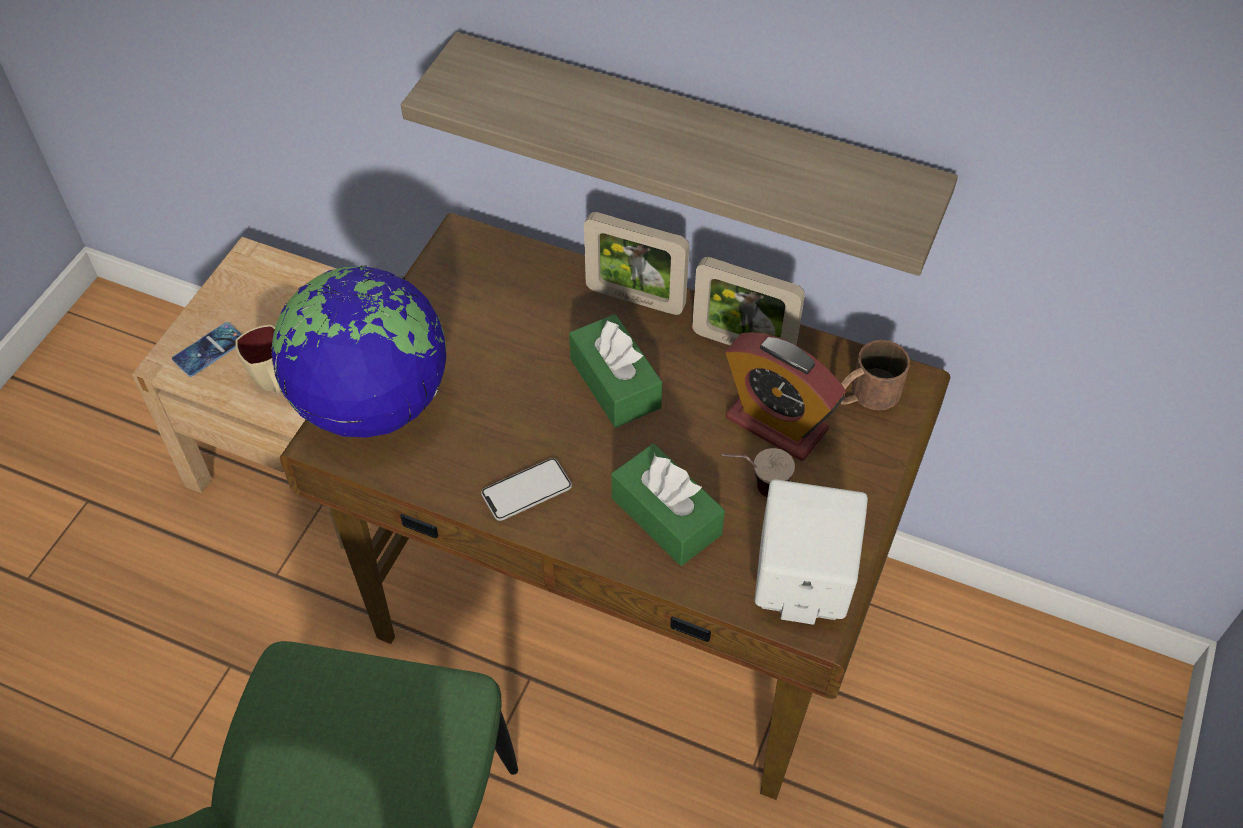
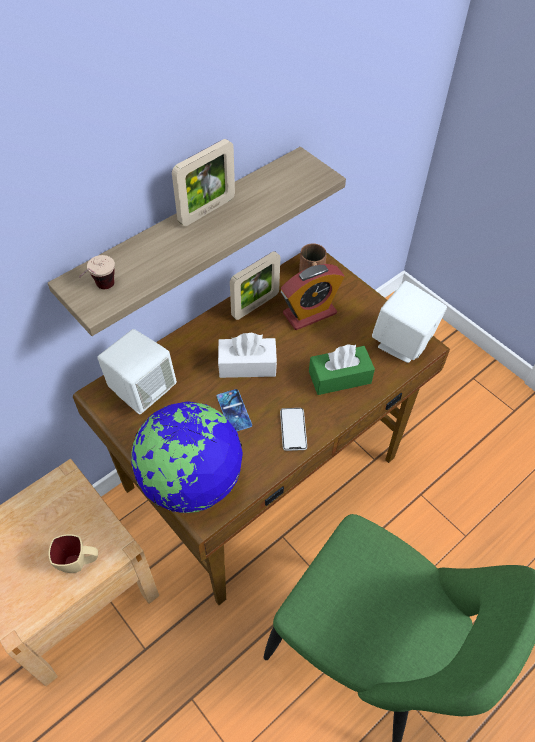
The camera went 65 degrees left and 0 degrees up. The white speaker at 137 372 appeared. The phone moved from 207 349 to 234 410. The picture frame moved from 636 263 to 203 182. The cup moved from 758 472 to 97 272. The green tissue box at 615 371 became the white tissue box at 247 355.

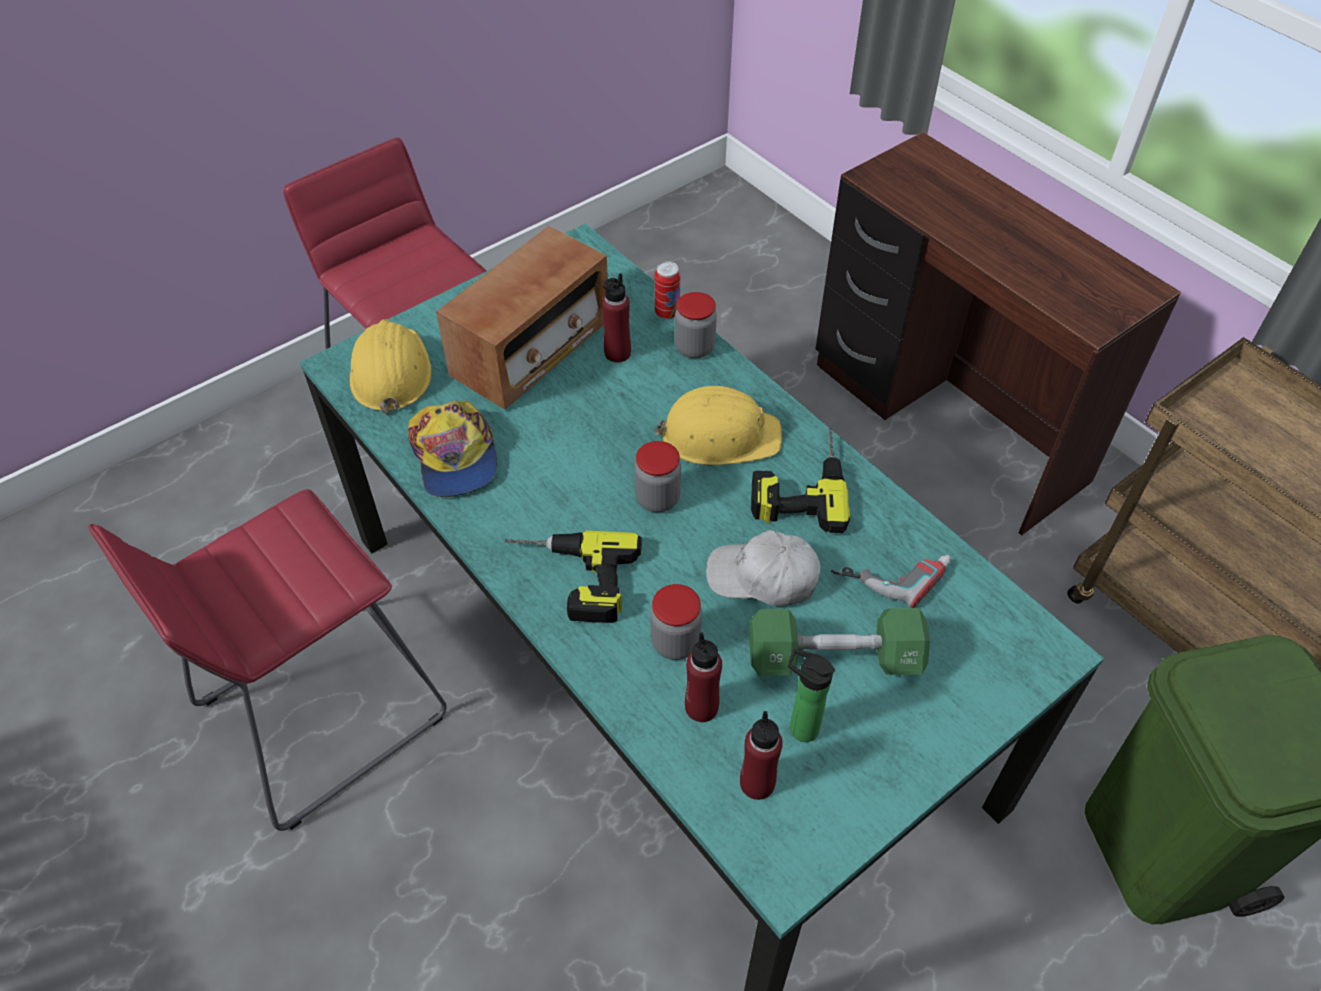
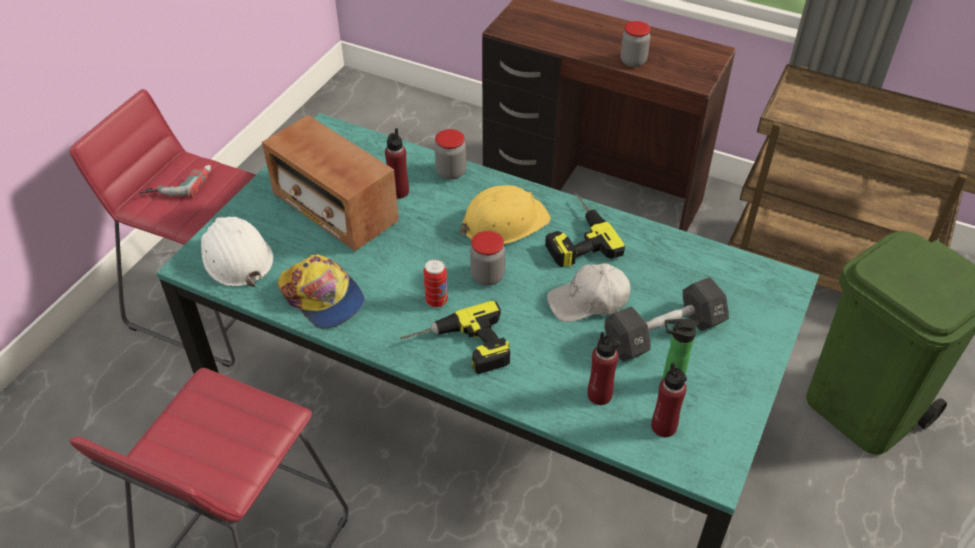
The camera went 25 degrees left and 5 degrees down. The jar moved from 676 622 to 635 44. The can moved from 667 290 to 436 283. The power drill moved from 891 581 to 175 181. The yellow hard hat at 390 367 became the white hard hat at 237 252. The green dumbbell at 840 642 became the black dumbbell at 667 319. The radio at 522 318 turned 120 degrees clockwise.

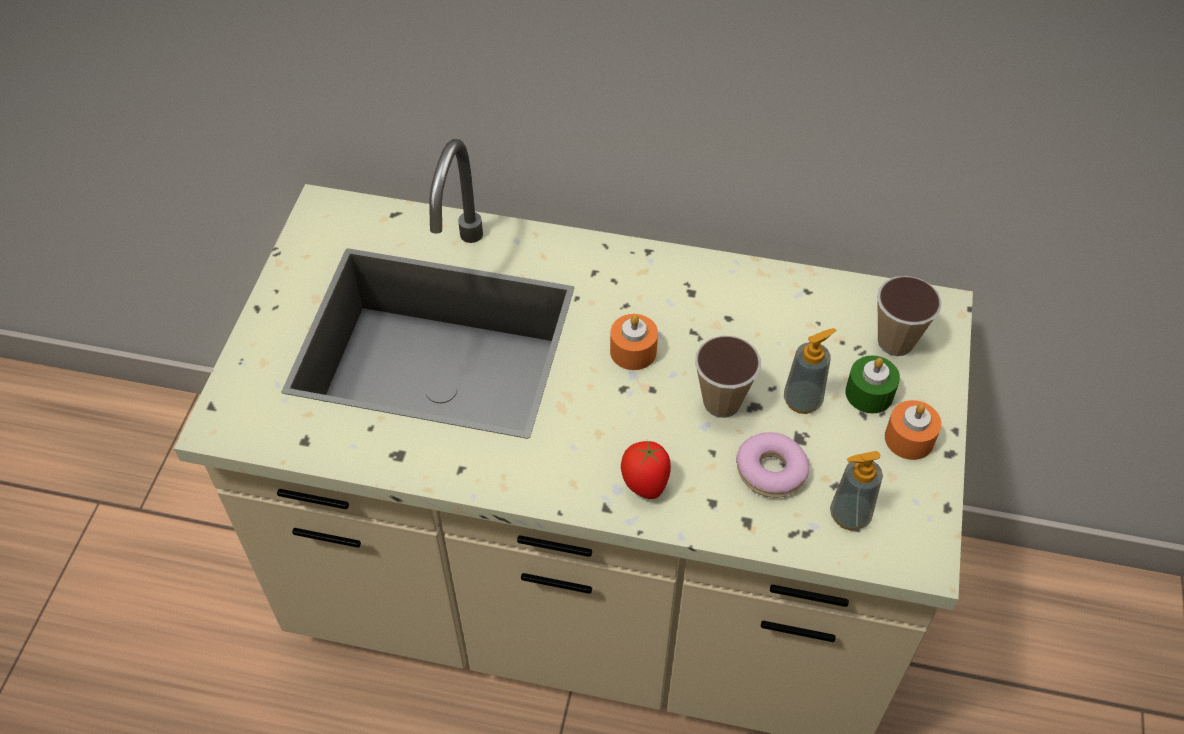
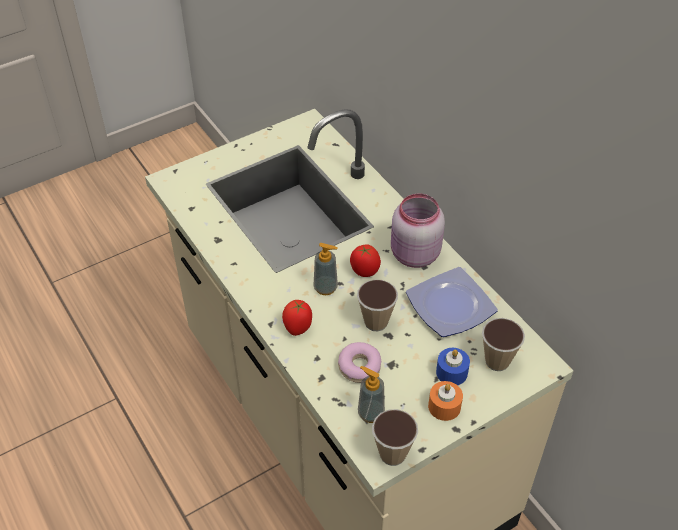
The camera went 45 degrees right and 5 degrees down. The cup at 395 437 appeared. The pink jar at 418 231 appeared. The plate at 452 302 appeared. The soap dispenser moved from 810 371 to 326 269. The orange candle at 634 342 was replaced by the tomato at 365 260. The green candle at 872 384 became the blue candle at 453 366.

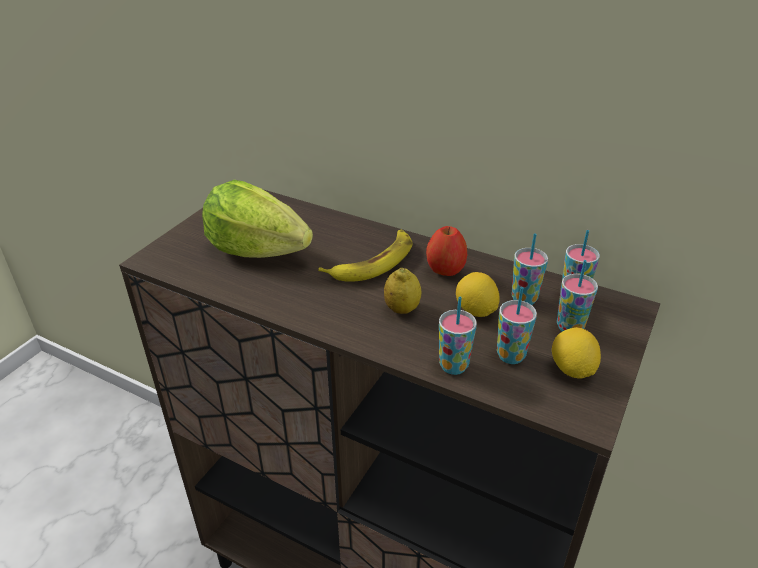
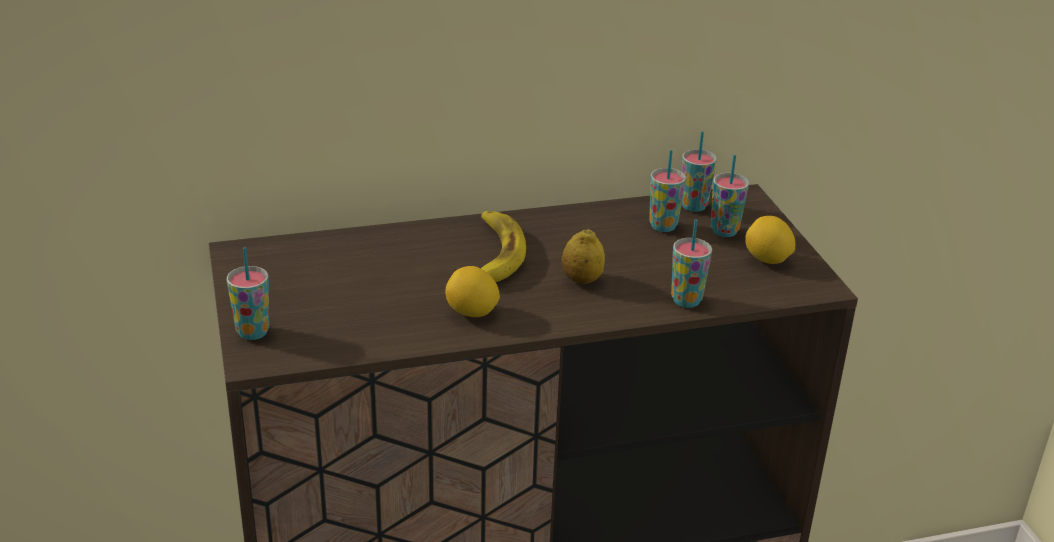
The camera went 45 degrees left and 5 degrees down. The lettuce at 257 219 disappeared. The apple at 446 251 disappeared. The lemon moved from 478 294 to 472 291. The cup moved from 517 325 to 248 293.

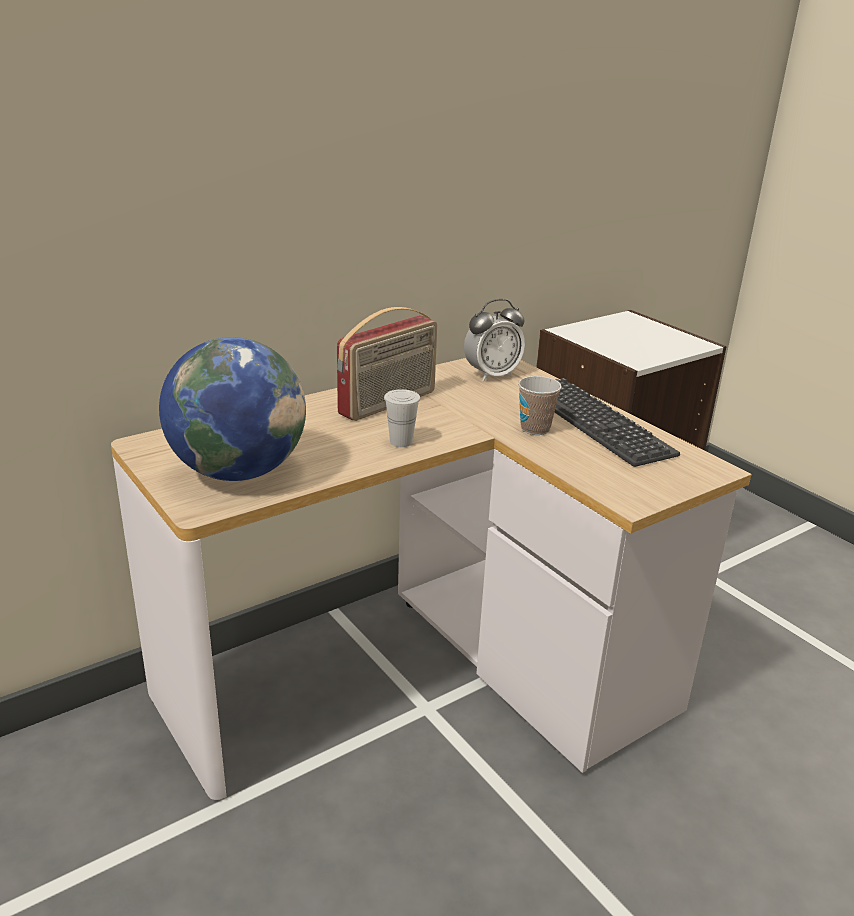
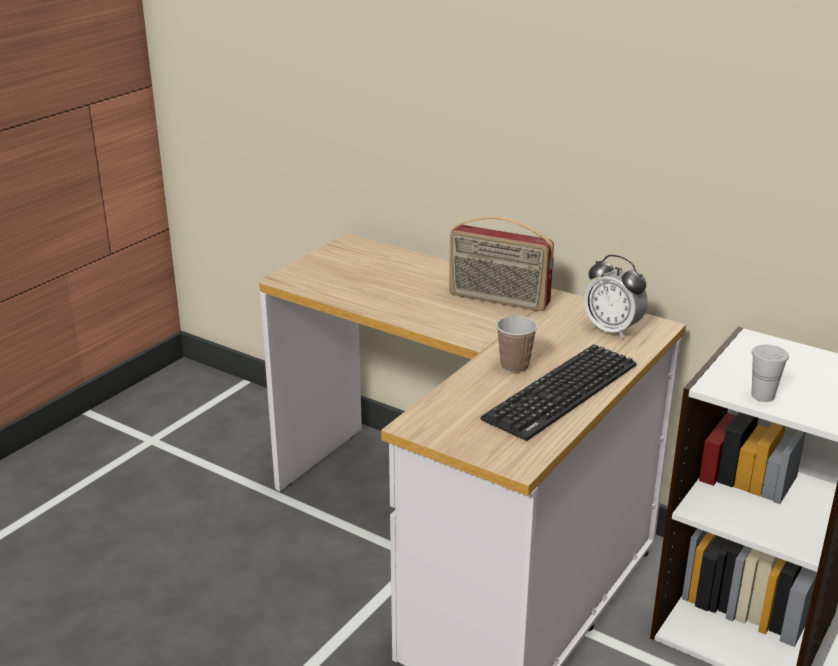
The camera went 70 degrees right and 0 degrees up. The globe at 232 409 disappeared. The white cup moved from 402 418 to 770 373.

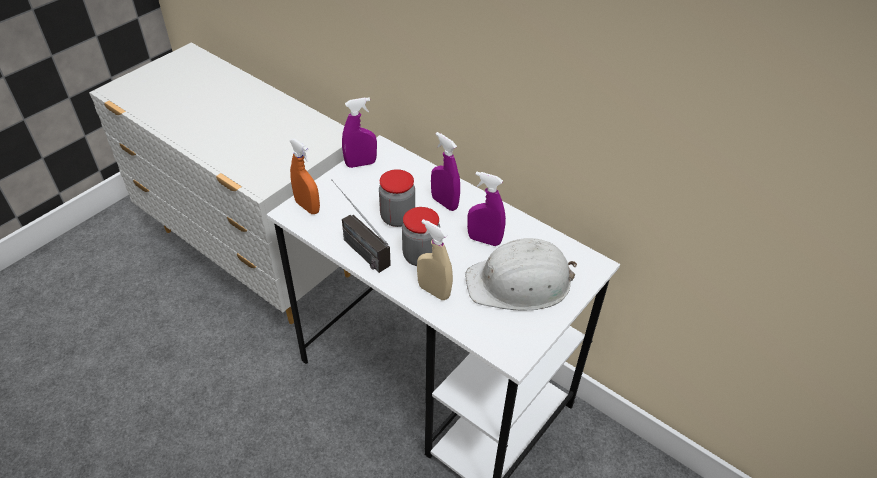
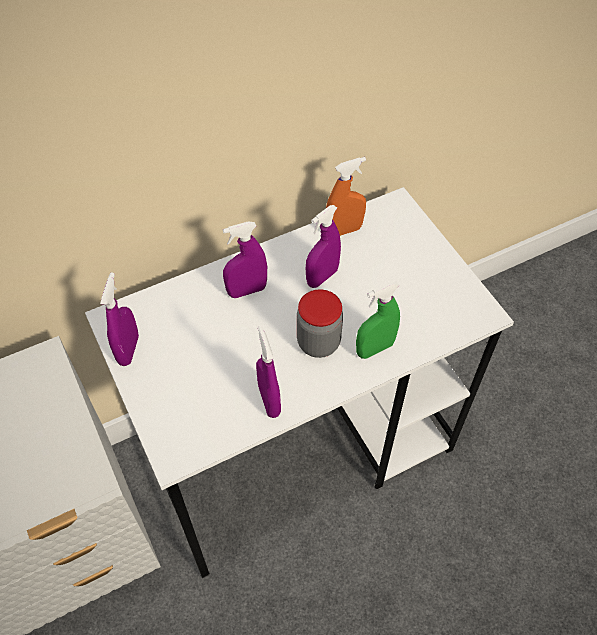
The camera went 65 degrees left and 10 degrees up. The jar at 397 198 disappeared. The white hard hat at 521 274 disappeared. The orange spray bottle moved from 305 176 to 346 196. The radio at 361 226 was replaced by the purple spray bottle at 268 372. The beige spray bottle at 435 259 became the green spray bottle at 378 320.

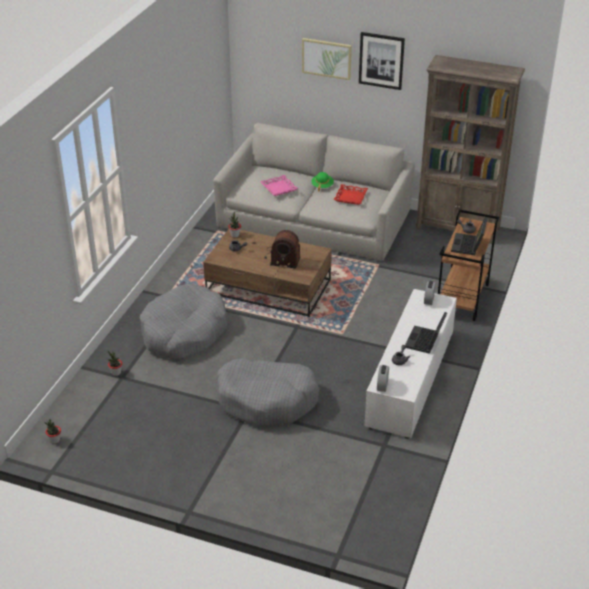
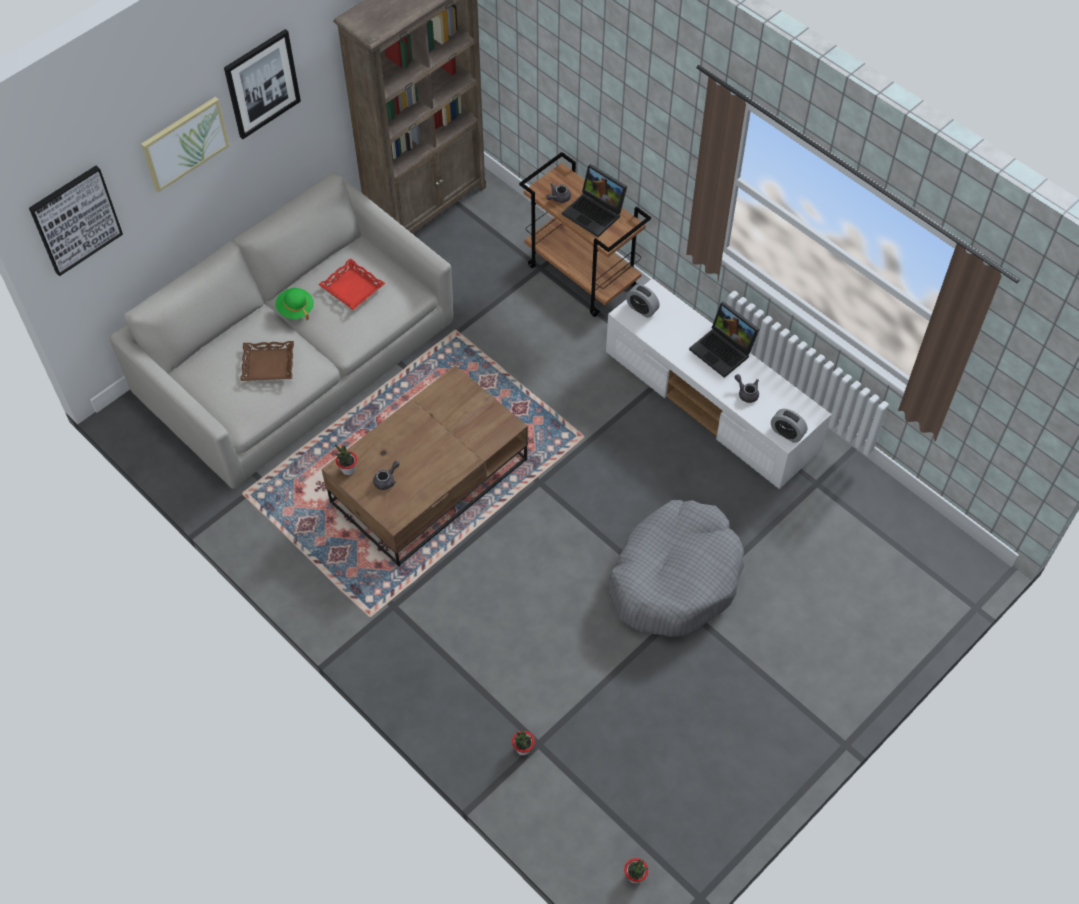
The camera went 65 degrees left and 20 degrees up. The grey dog bed at 184 321 disappeared. The radio at 282 249 disappeared. The picture at 76 221 appeared. The pink tray at 279 185 became the brown tray at 267 361.

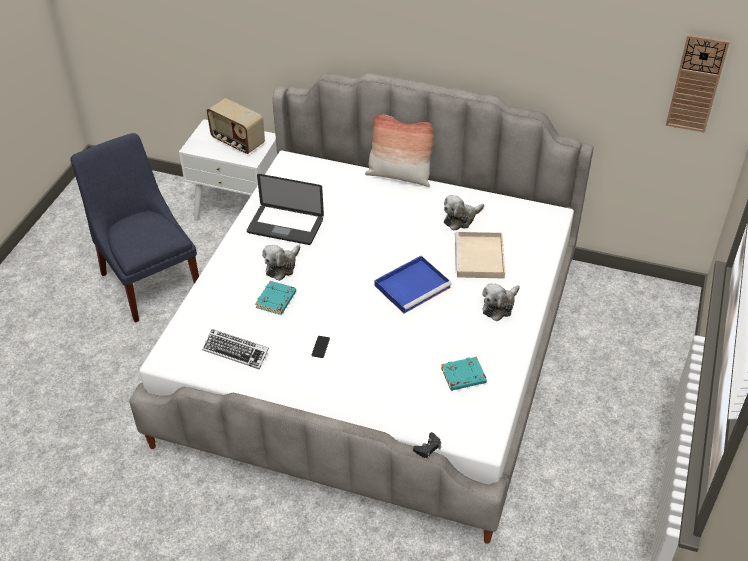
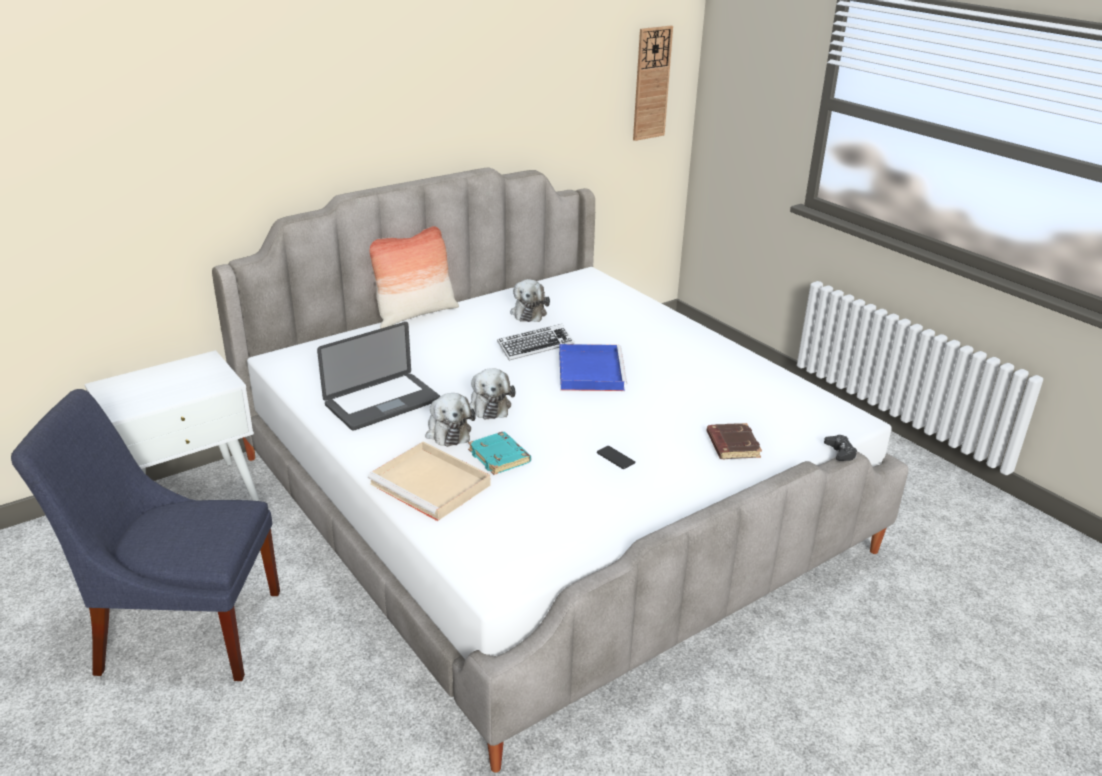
The camera went 55 degrees left and 15 degrees down. The radio at 235 126 disappeared. The turquoise book at 464 373 disappeared. The brown book at 734 441 appeared. The keyboard moved from 235 349 to 535 342. The beige tray moved from 480 255 to 429 481. The plush toy moved from 501 302 to 492 393.

